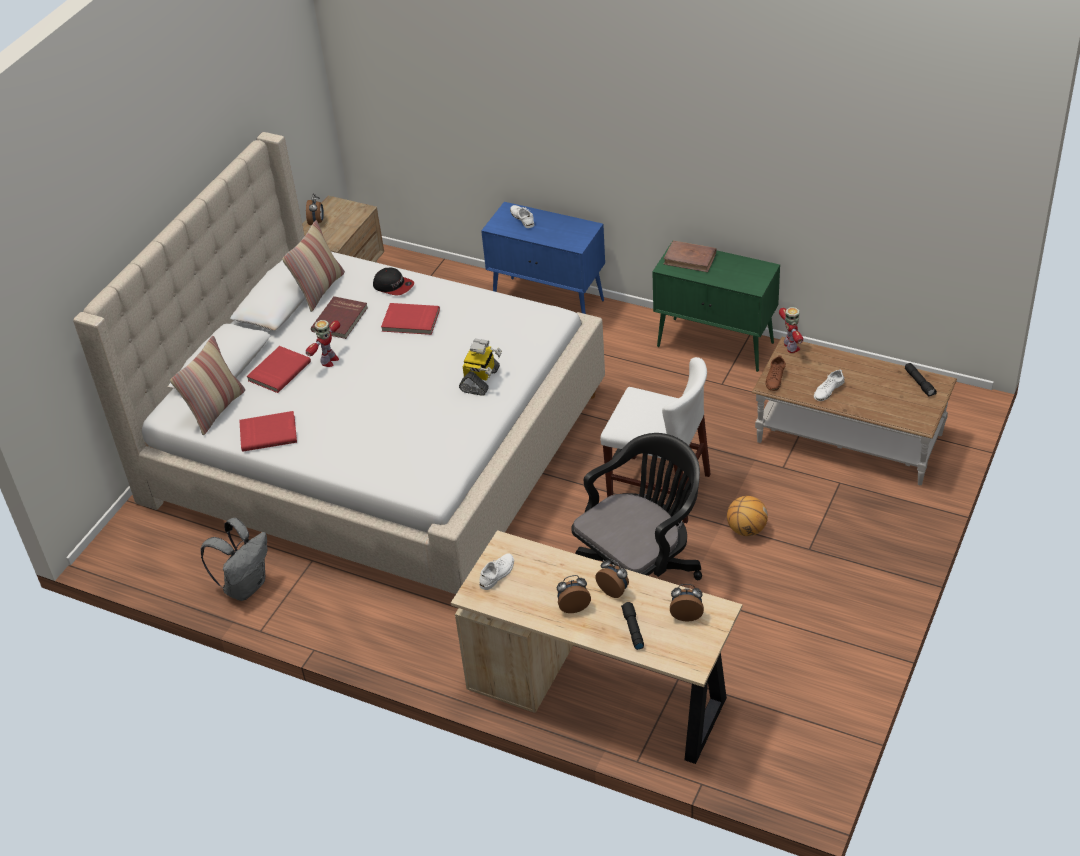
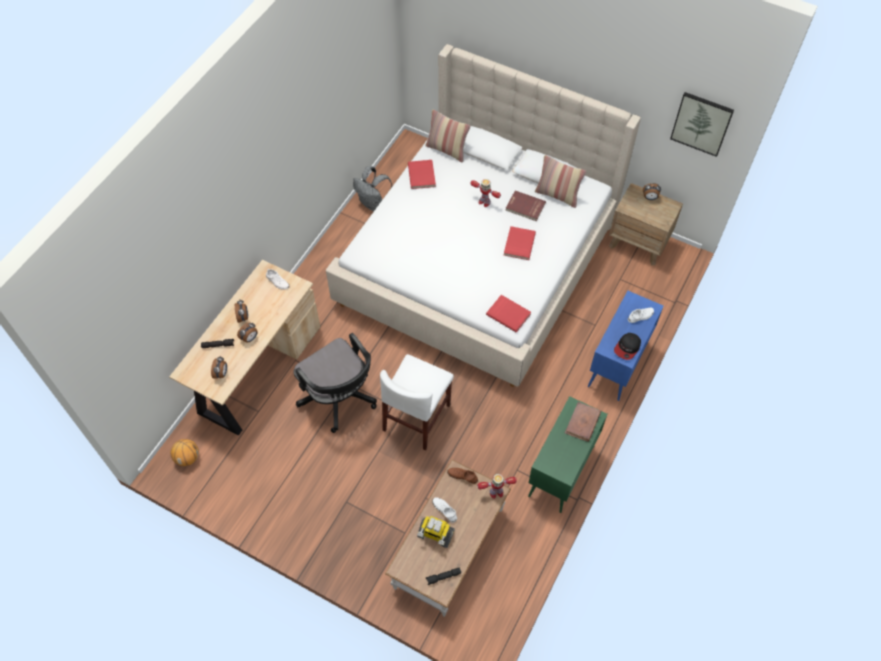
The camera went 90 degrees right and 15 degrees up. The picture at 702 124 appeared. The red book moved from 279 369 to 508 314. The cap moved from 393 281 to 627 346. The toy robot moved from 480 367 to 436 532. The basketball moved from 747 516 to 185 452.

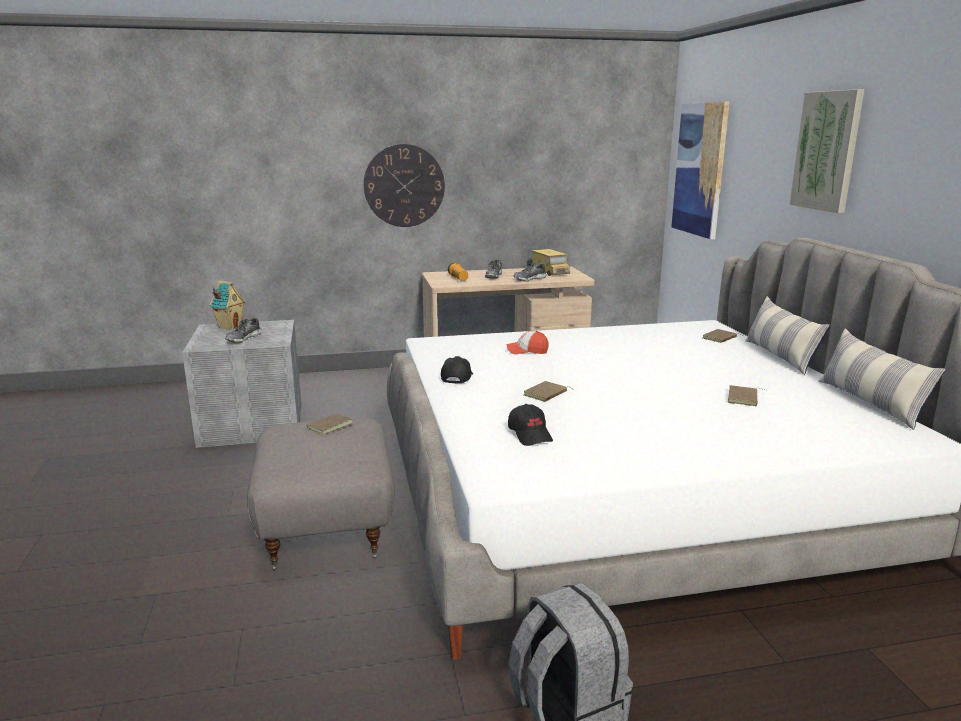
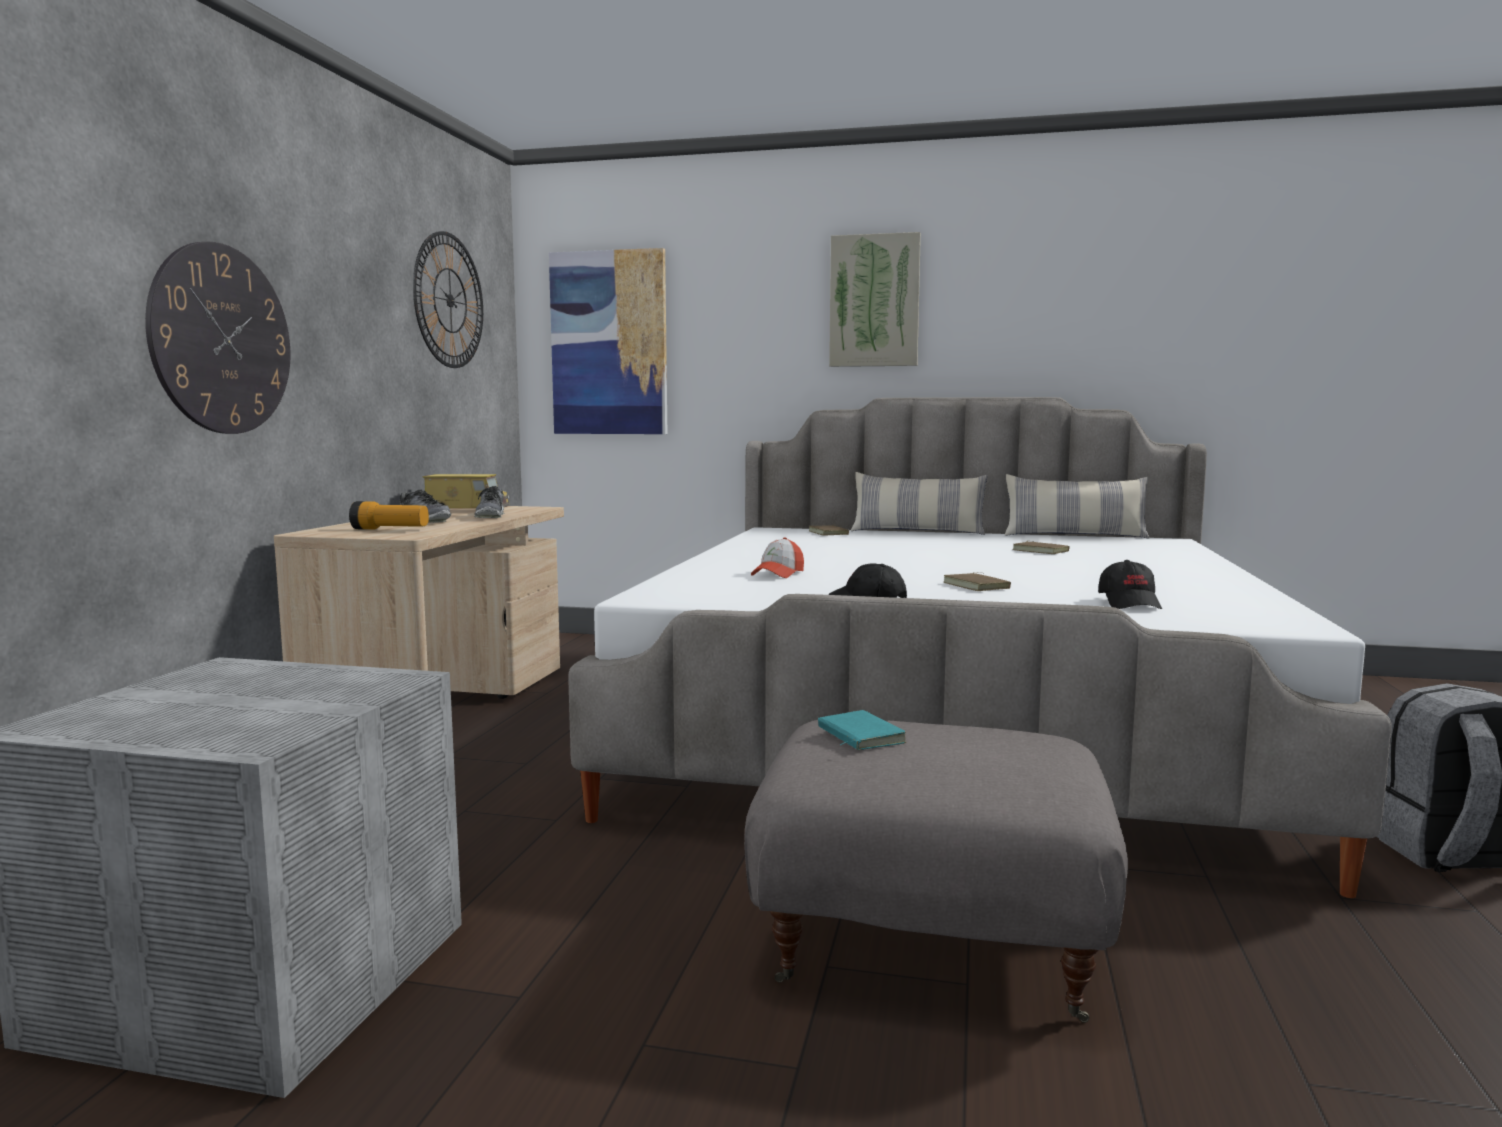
The camera went 65 degrees left and 10 degrees down. The toy house at 228 305 disappeared. The shoe at 243 330 disappeared. The wall clock at 448 299 appeared. The brown book at 327 424 became the turquoise book at 862 730. The black cap at 530 425 turned 90 degrees clockwise.

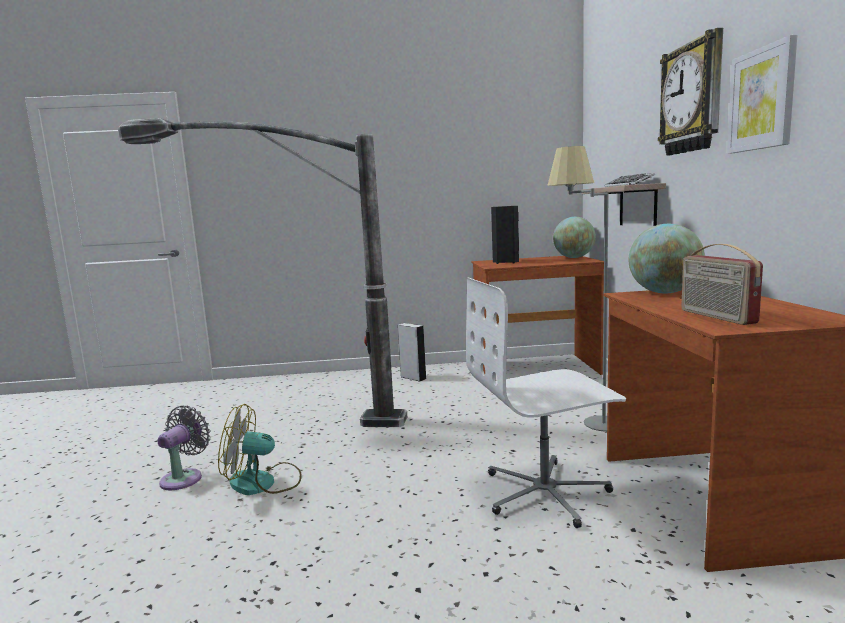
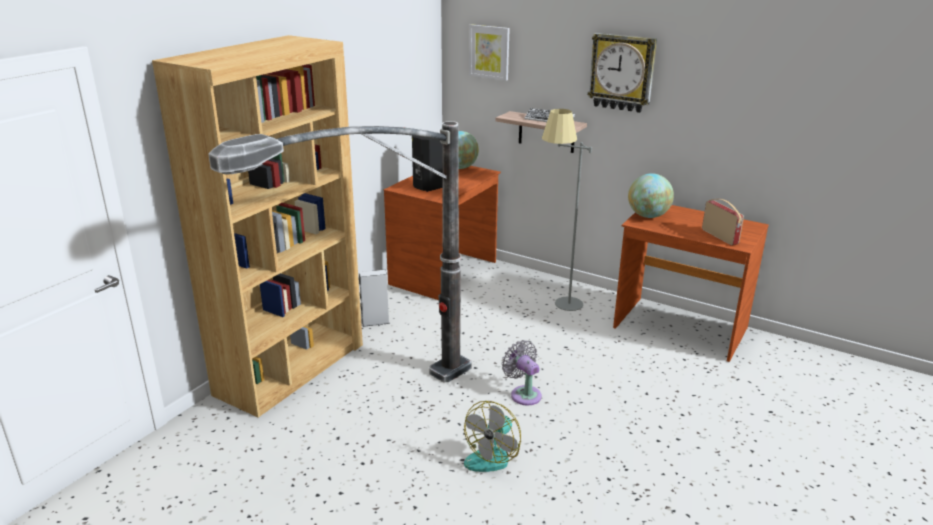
The camera went 55 degrees left and 15 degrees up. The white office chair at 546 403 disappeared. The brown bookcase at 257 226 appeared. The grey fan moved from 183 447 to 522 372. The picture moved from 762 94 to 489 52. The radio at 722 284 turned 135 degrees counterclockwise.

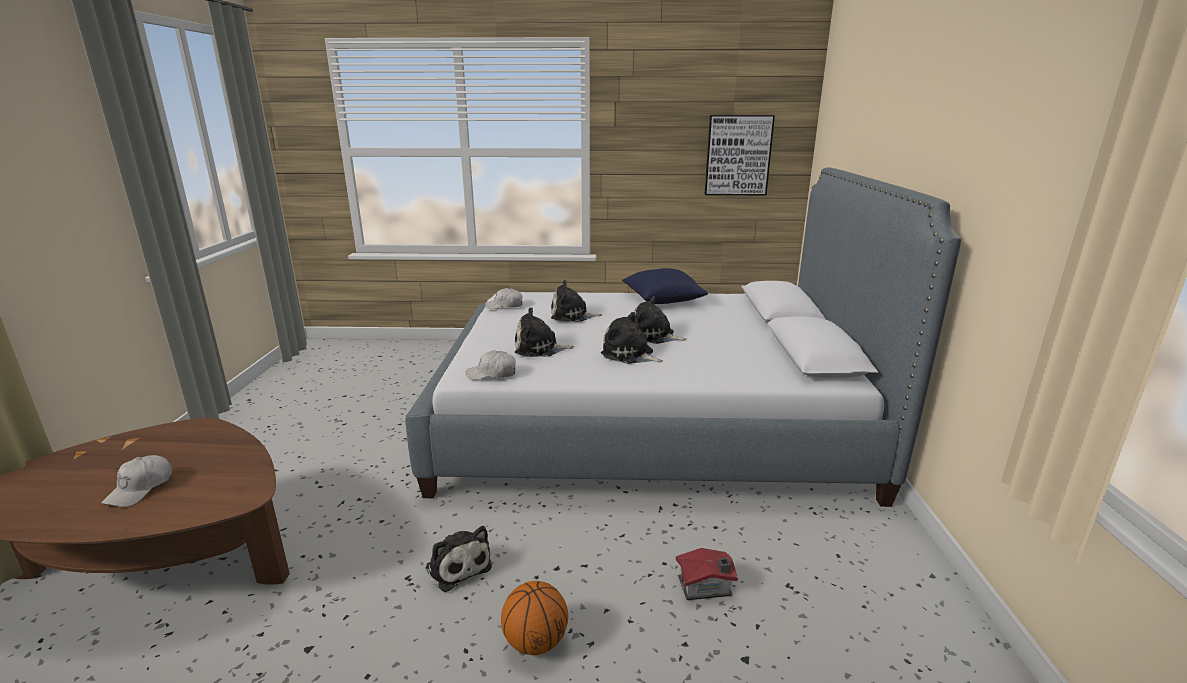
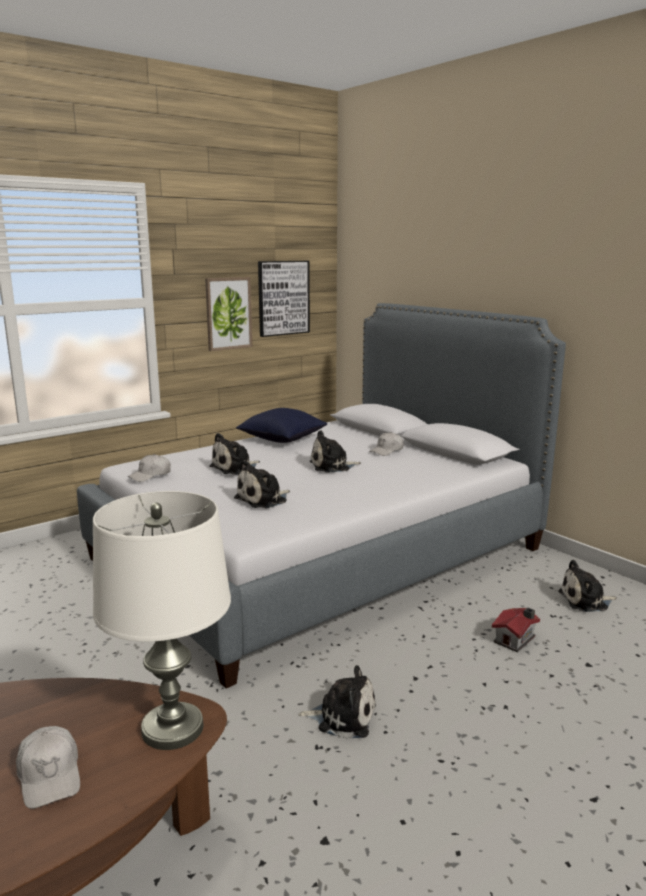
The camera went 40 degrees left and 5 degrees down. The basketball at 534 618 disappeared. The white table lamp at 162 620 appeared. The picture at 228 314 appeared. The white cap moved from 491 365 to 386 444. The plush toy moved from 632 338 to 587 586.

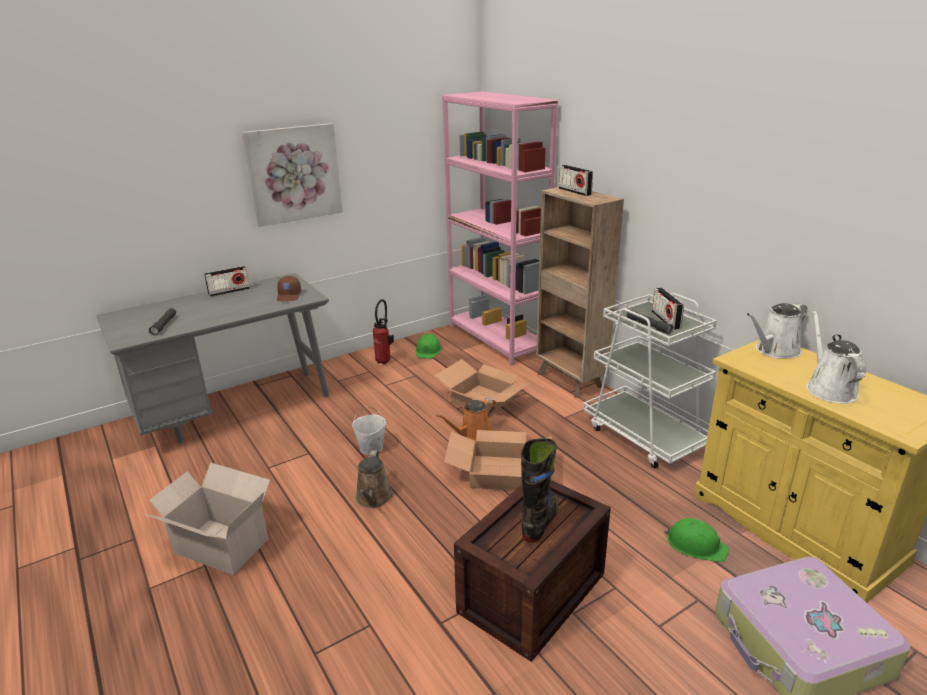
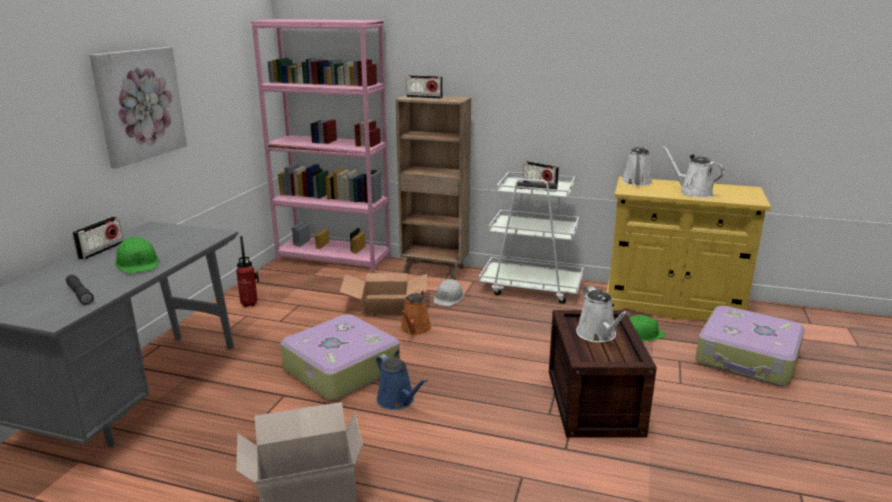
The camera went 40 degrees left and 5 degrees down. The brown cap at 289 288 disappeared. The cardboard box at 498 460 disappeared. The white hard hat at 449 292 appeared. The green hard hat moved from 428 346 to 137 255. The white bucket at 369 430 was replaced by the suitcase at 340 357. The black boot at 539 490 was replaced by the white watering can at 602 314. The brown watering can at 374 479 became the blue watering can at 402 382.

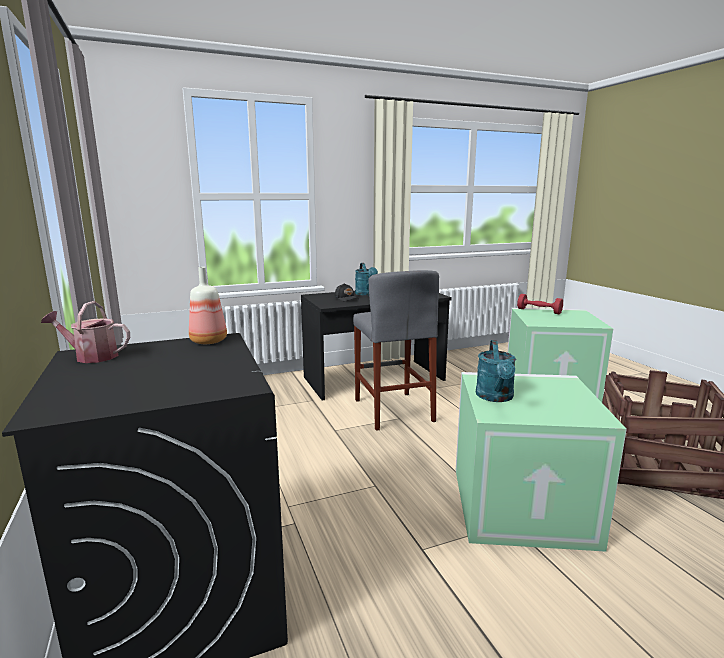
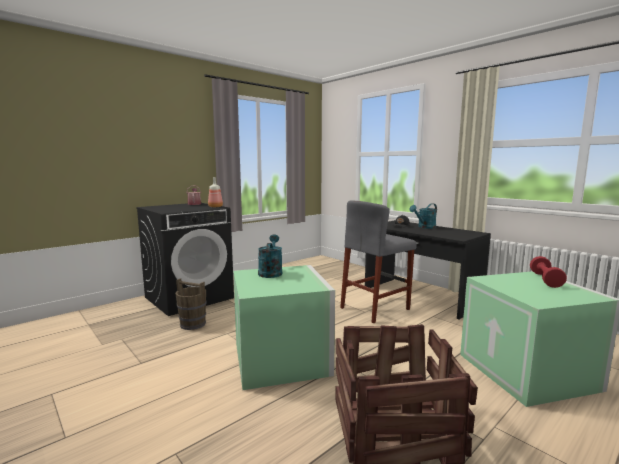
The camera went 70 degrees right and 5 degrees down. The brown bucket at 190 304 appeared. The turquoise watering can at 496 371 turned 105 degrees clockwise.

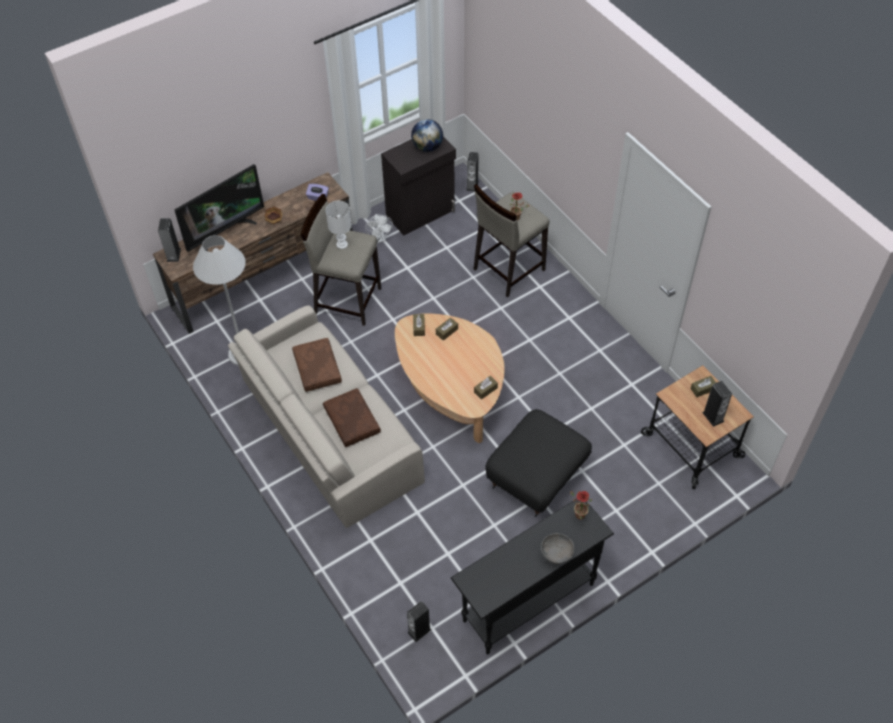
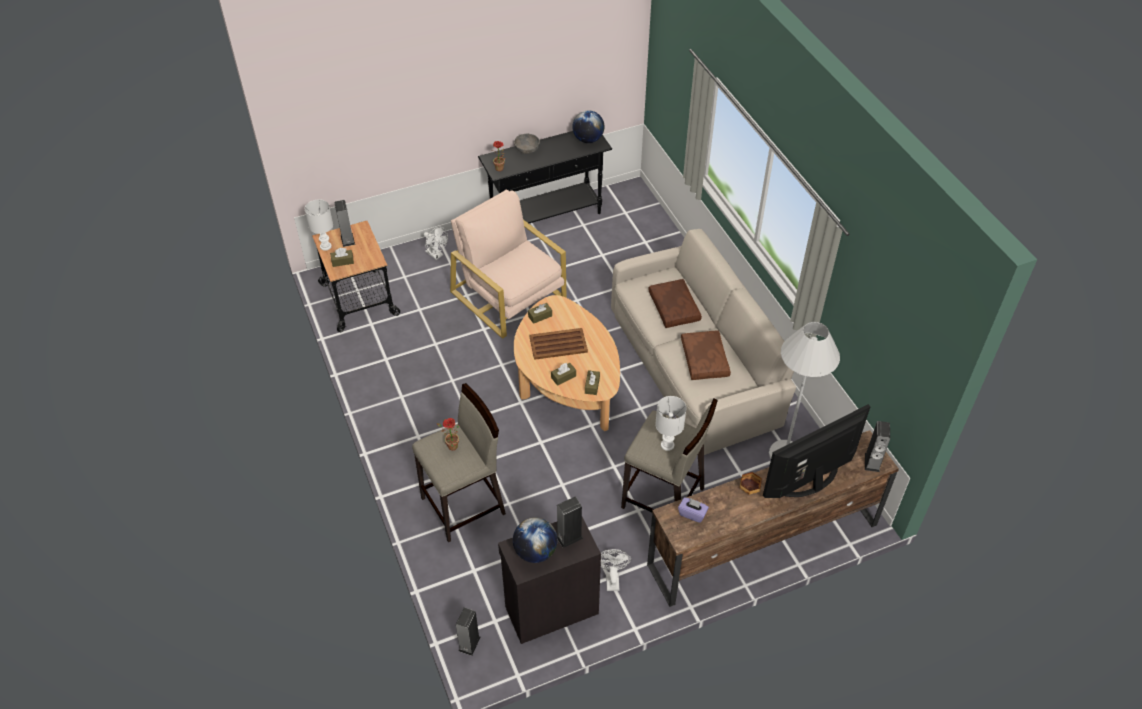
The camera went 170 degrees left and 5 degrees down. The white table lamp at 319 225 appeared. The white fan at 436 243 appeared. The brown tray at 558 344 appeared. The globe at 588 126 appeared. The speaker moved from 419 621 to 570 522. The black ottoman at 538 463 was replaced by the beige armchair at 508 264.

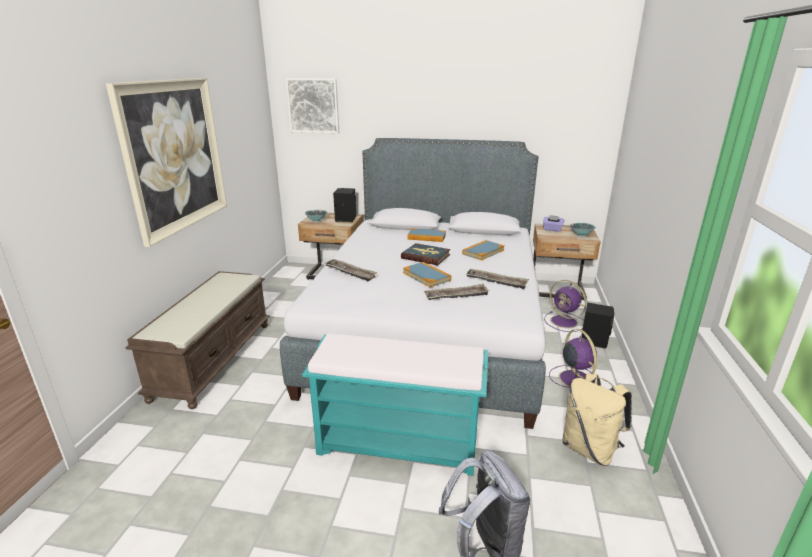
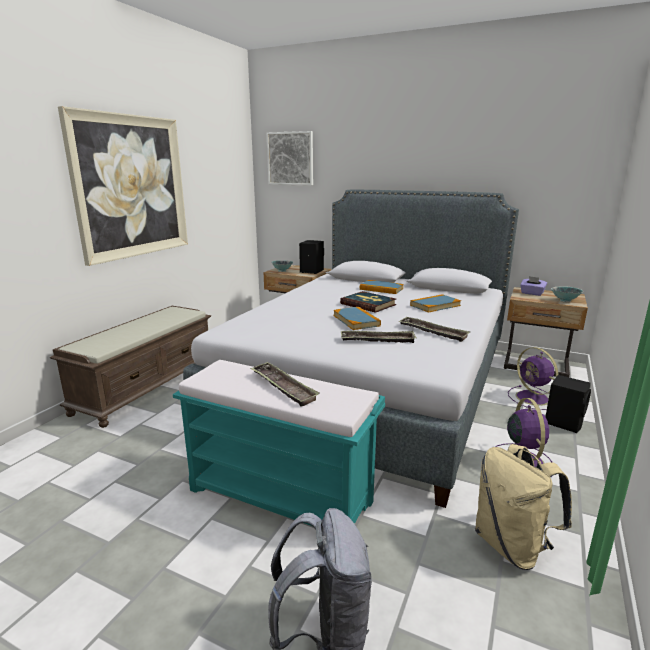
The camera went 15 degrees right and 5 degrees down. The tray moved from 350 270 to 285 384.

